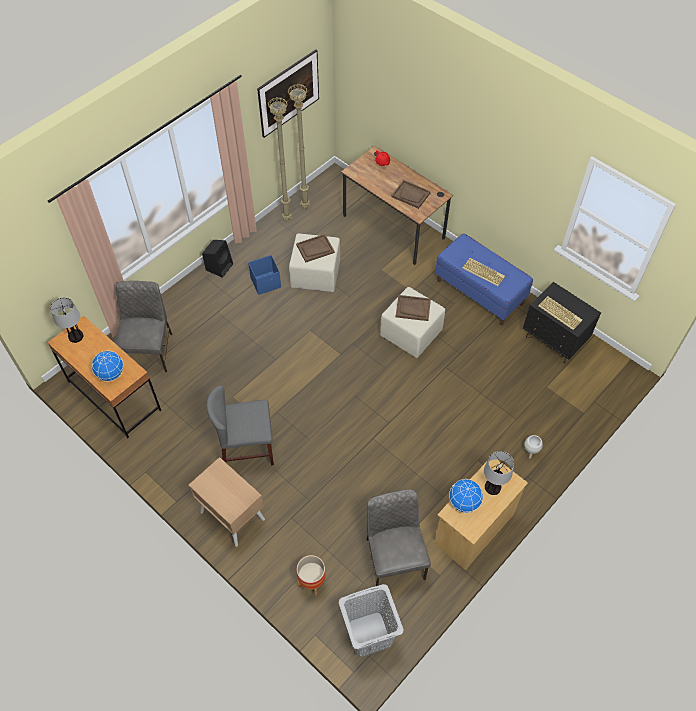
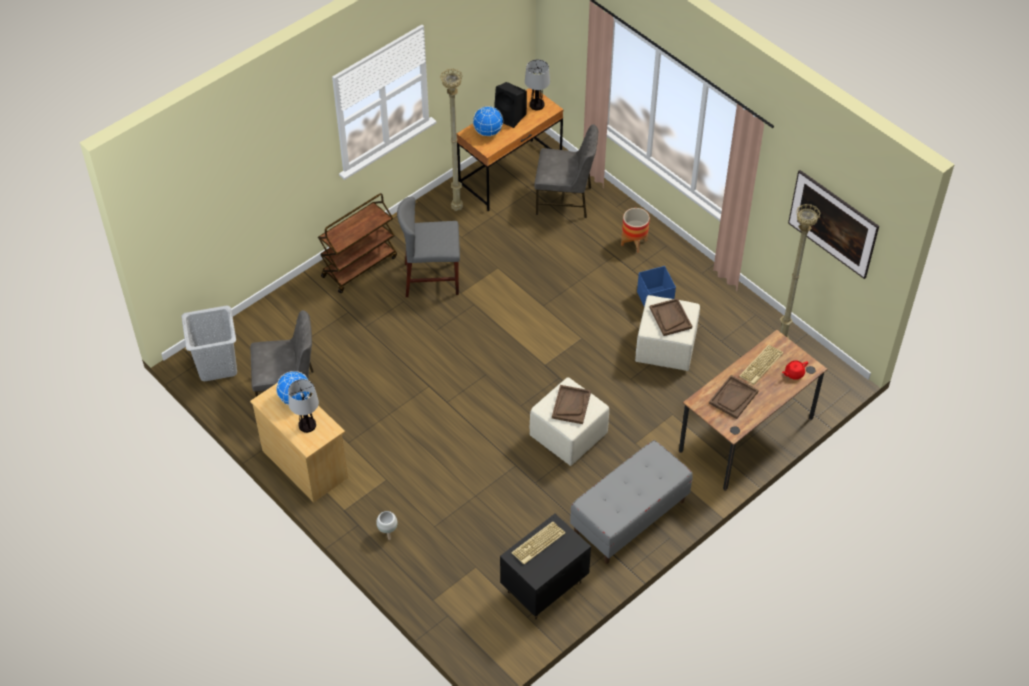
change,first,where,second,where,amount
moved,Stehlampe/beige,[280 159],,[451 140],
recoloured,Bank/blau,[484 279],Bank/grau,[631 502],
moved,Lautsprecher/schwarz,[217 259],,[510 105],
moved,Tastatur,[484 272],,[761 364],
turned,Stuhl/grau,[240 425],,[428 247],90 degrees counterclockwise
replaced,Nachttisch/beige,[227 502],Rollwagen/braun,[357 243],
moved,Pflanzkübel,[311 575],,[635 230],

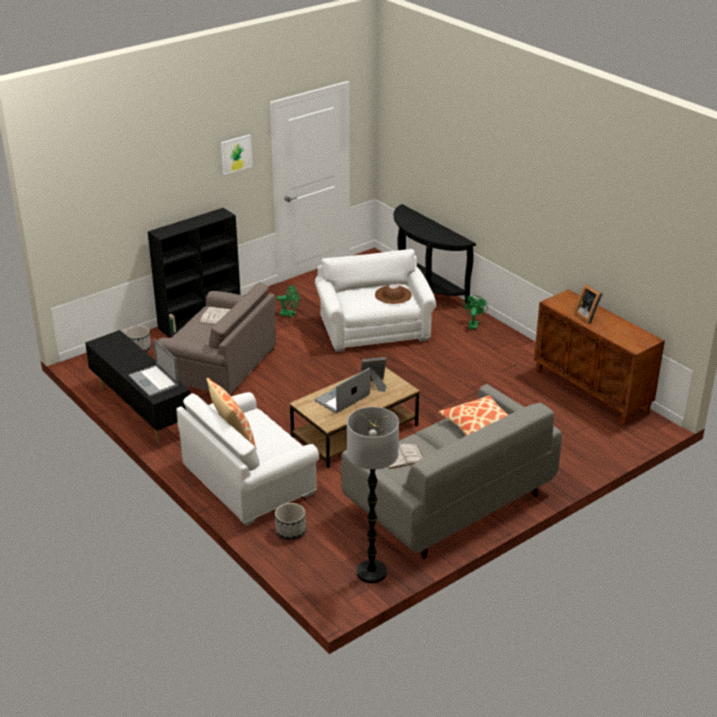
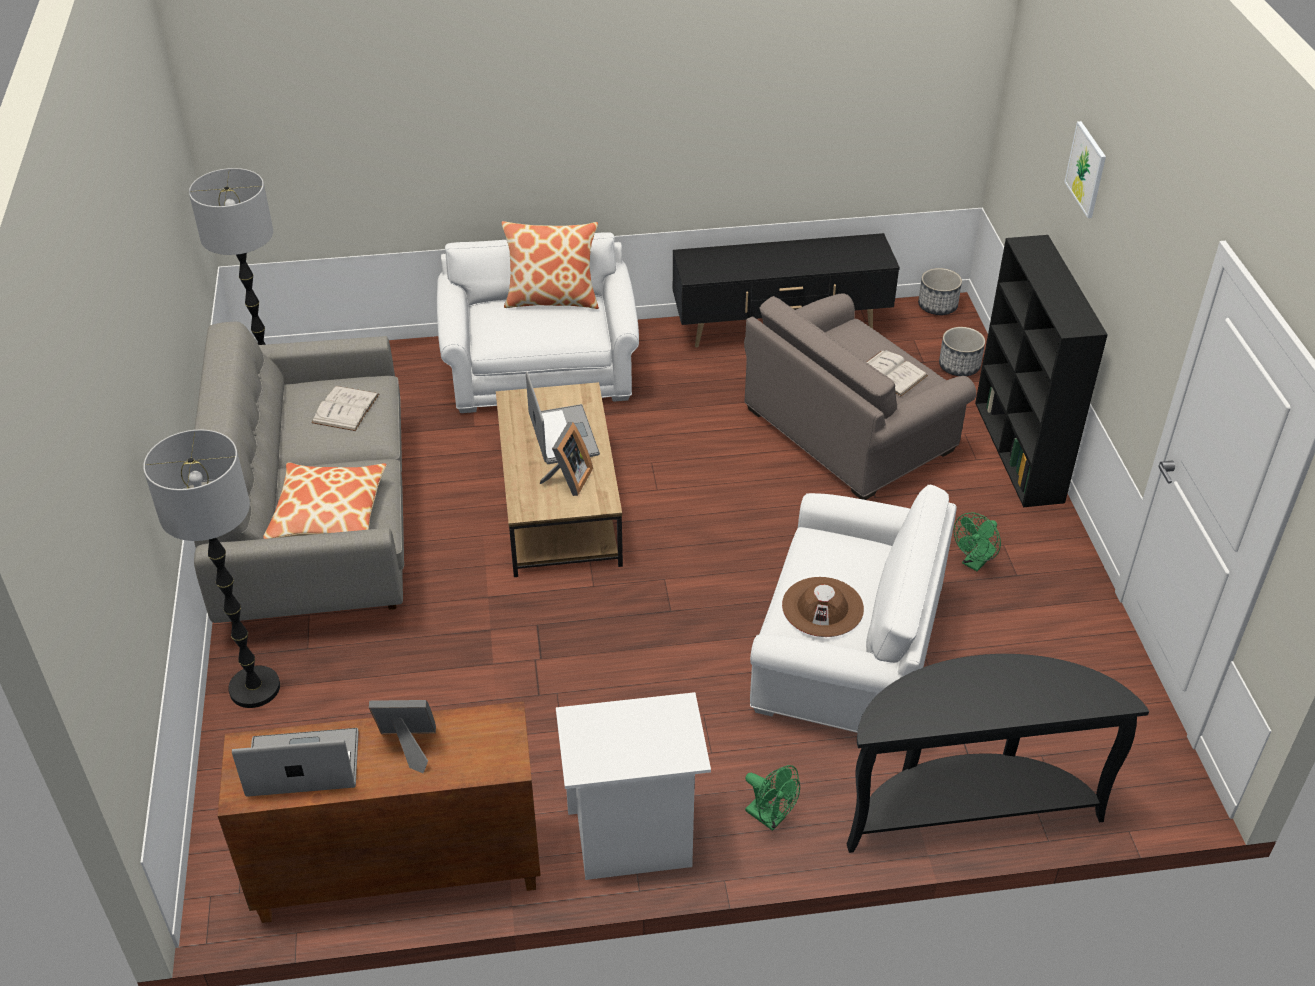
change,first,where,second,where,amount
moved,Bild,[236 154],,[1085 169],
moved,Laptop,[153 368],,[295 762],
moved,Pflanzkübel,[290 521],,[940 291],
added,,,Stehlampe,[211 568],
added,,,Nachttisch/weiß,[633 786],

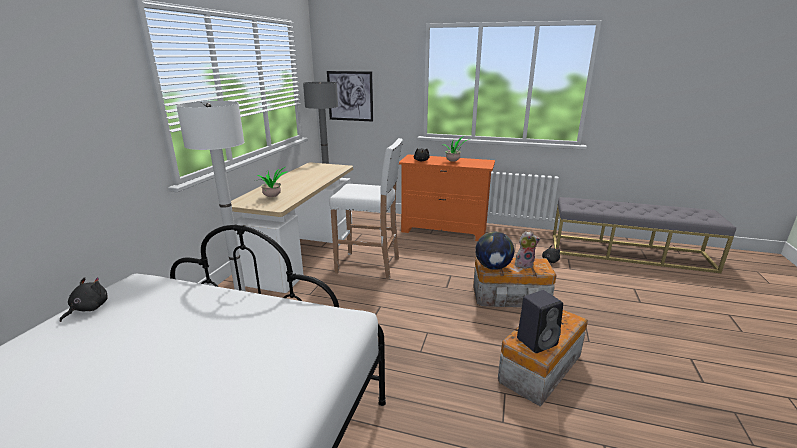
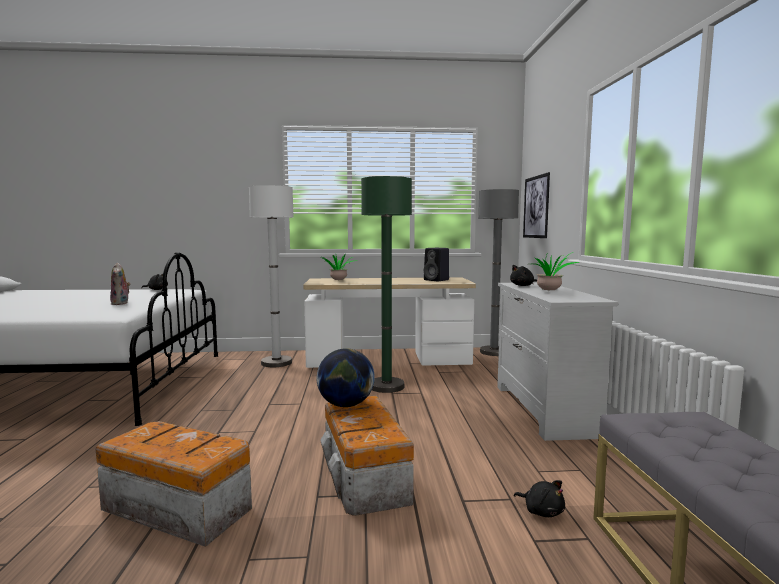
change,first,where,second,where,amount
replaced,Hocker/weiß,[366 208],Stehlampe/grün,[386 284],
recoloured,Kommode/orange,[447 197],Kommode/weiß,[557 362],
moved,Plüschtier,[527 250],,[120 284],
moved,Lautsprecher/schwarz,[540 321],,[436 264],

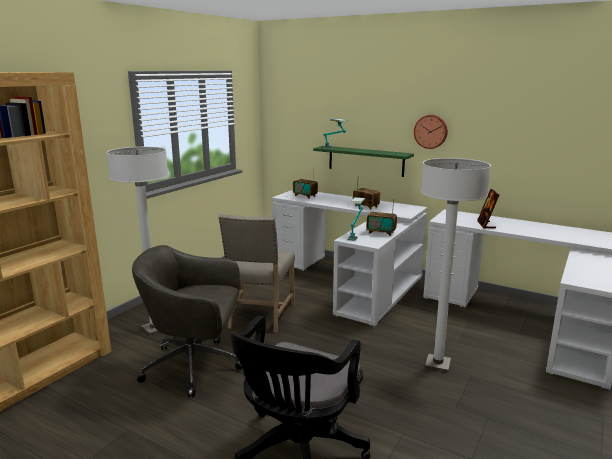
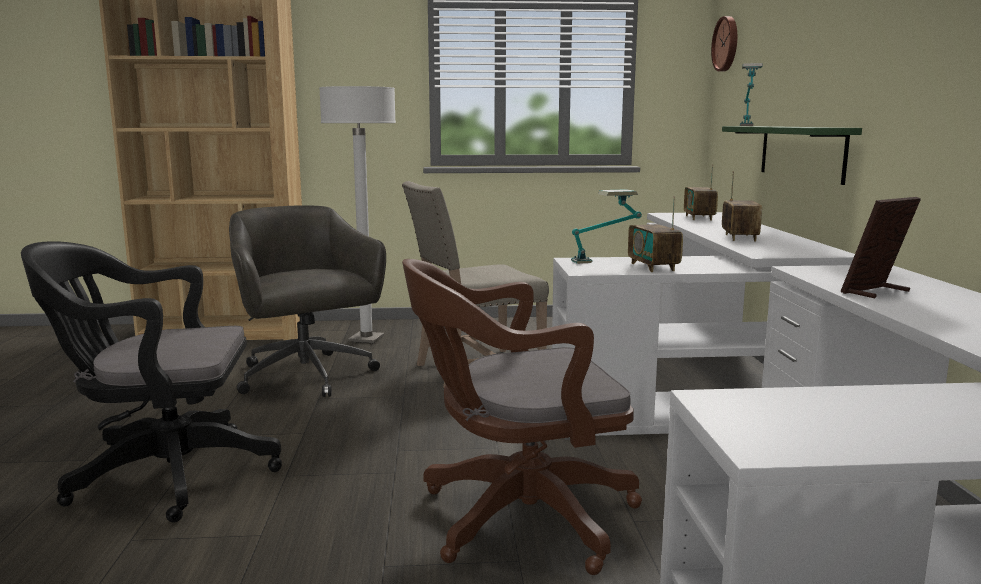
change,first,where,second,where,amount
moved,Wanduhr,[431 132],,[724 43],
replaced,Stehlampe/weiß,[456 265],Bürostuhl/braun,[522 417],

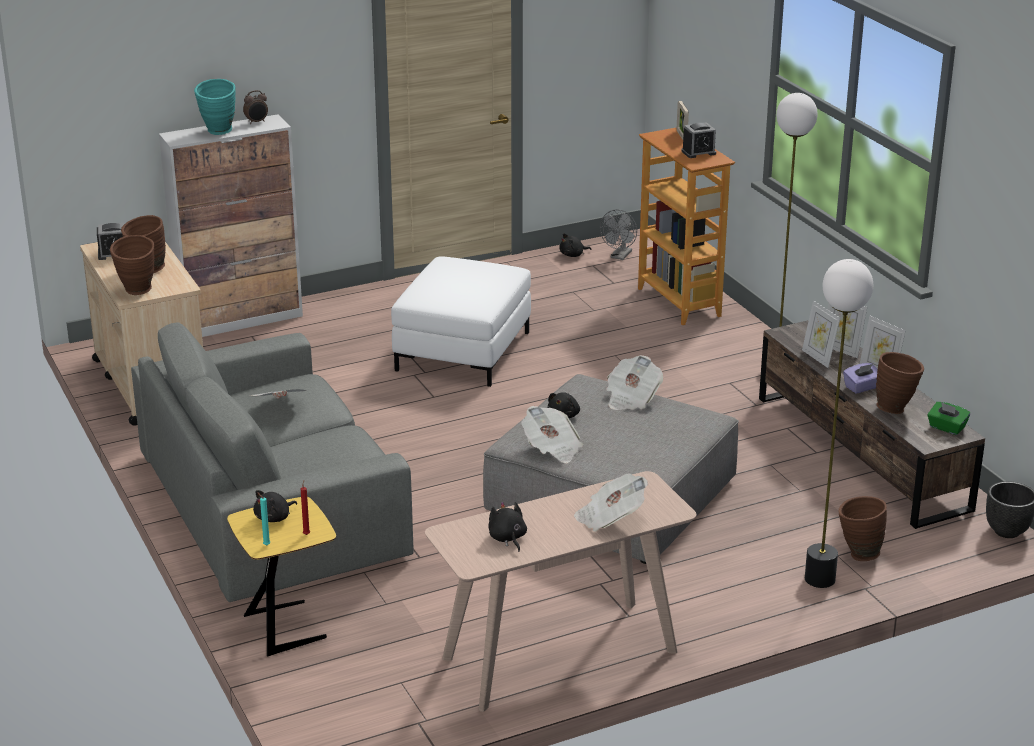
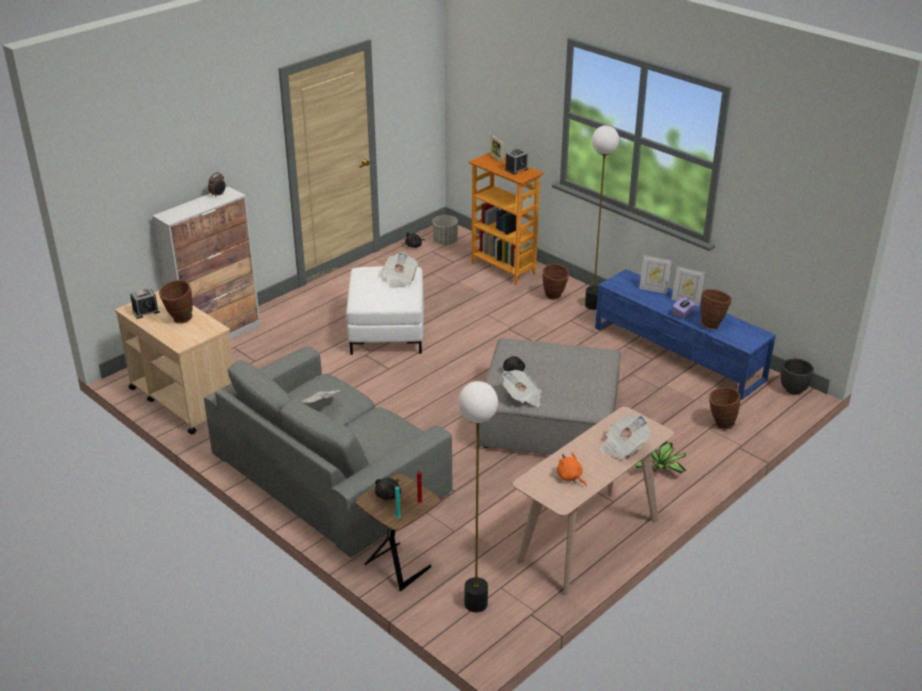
change,first,where,second,where,amount
removed,Vase/türkis,[215 107],,,
replaced,Ventilator/grau,[618 235],Pflanzkübel/grau,[445 230],
moved,Vase/braun,[132 265],,[556 282],
moved,Stehlampe,[839 423],,[478 496],
removed,Bilderrahmen,[821 334],,,
recoloured,Fernsehschrank/braun,[872 424],Fernsehschrank/blau,[685 334],
moved,Zeitung,[635 382],,[400 270],
removed,Taschentuchbox/grün,[948 418],,,
recoloured,Beistelltisch/gelb,[281 576],Beistelltisch/braun,[397 532],
recoloured,Plüschtier/schwarz,[507 527],Plüschtier/orange,[572 469],
added,,,Topfpflanze,[661 457],

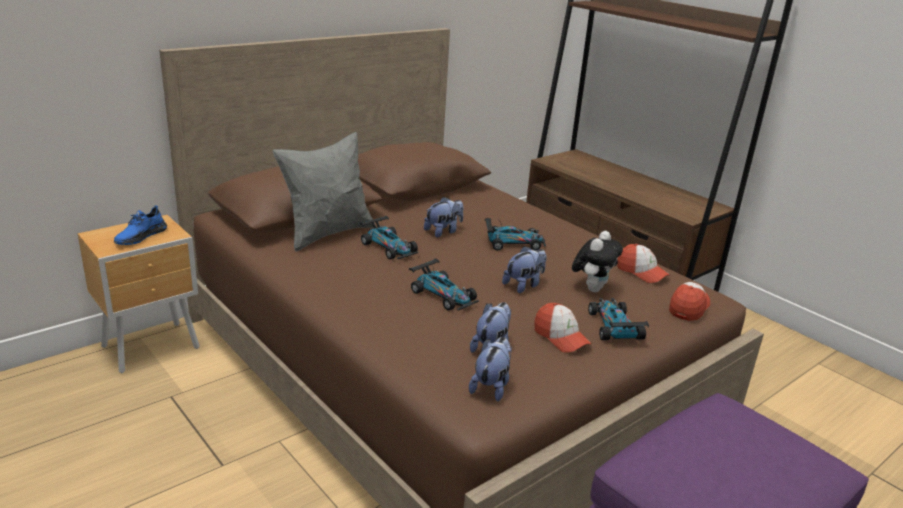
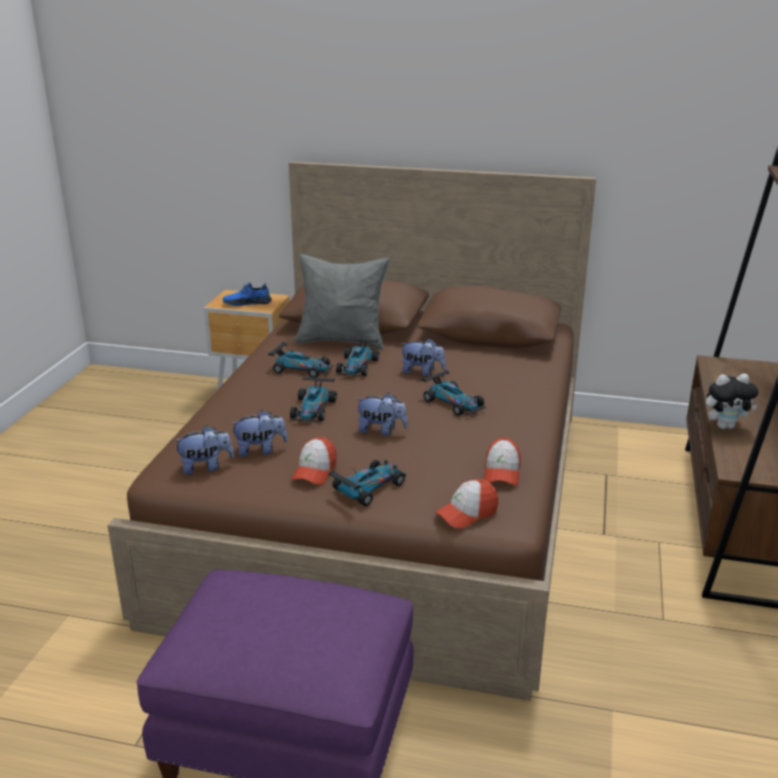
change,first,where,second,where,amount
moved,Plüschtier,[597 261],,[732 401],
turned,Kappe,[689 301],,[467 504],150 degrees clockwise
added,,,Spielzeugauto,[300 360],

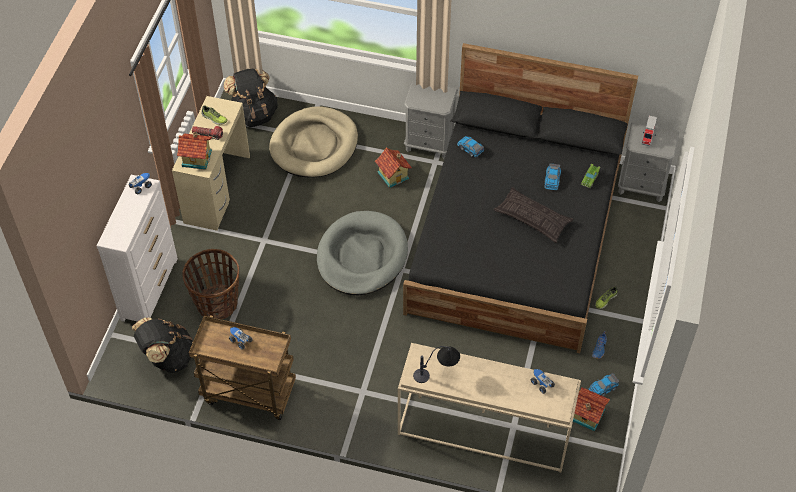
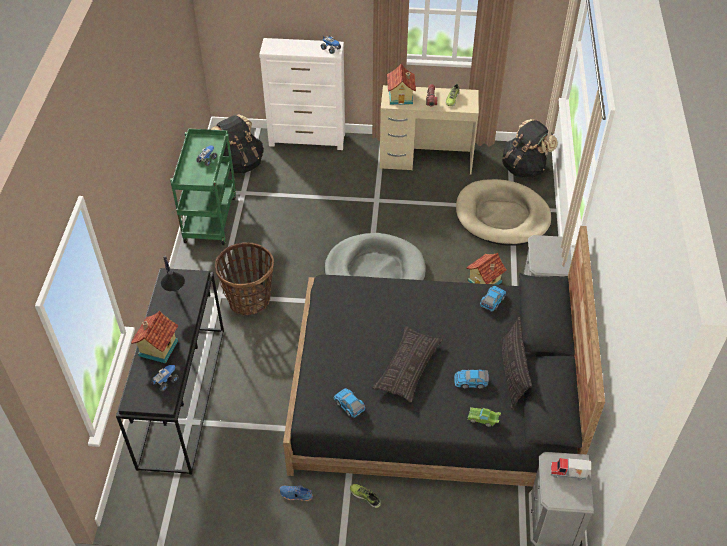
change,first,where,second,where,amount
moved,Korb,[210 284],,[244 278],
recoloured,Rollwagen/braun,[242 367],Rollwagen/grün,[203 186],
recoloured,Konsolentisch/beige,[489 407],Konsolentisch/schwarz,[170 371],
moved,Spielzeugauto,[604 384],,[349 403],
moved,Spielzeughaus,[591 409],,[155 337],
added,,,Kissen,[516 363],

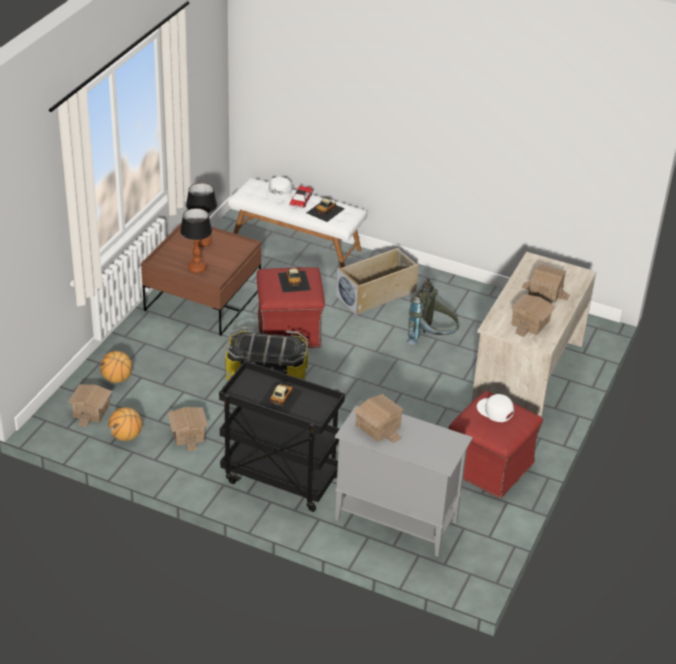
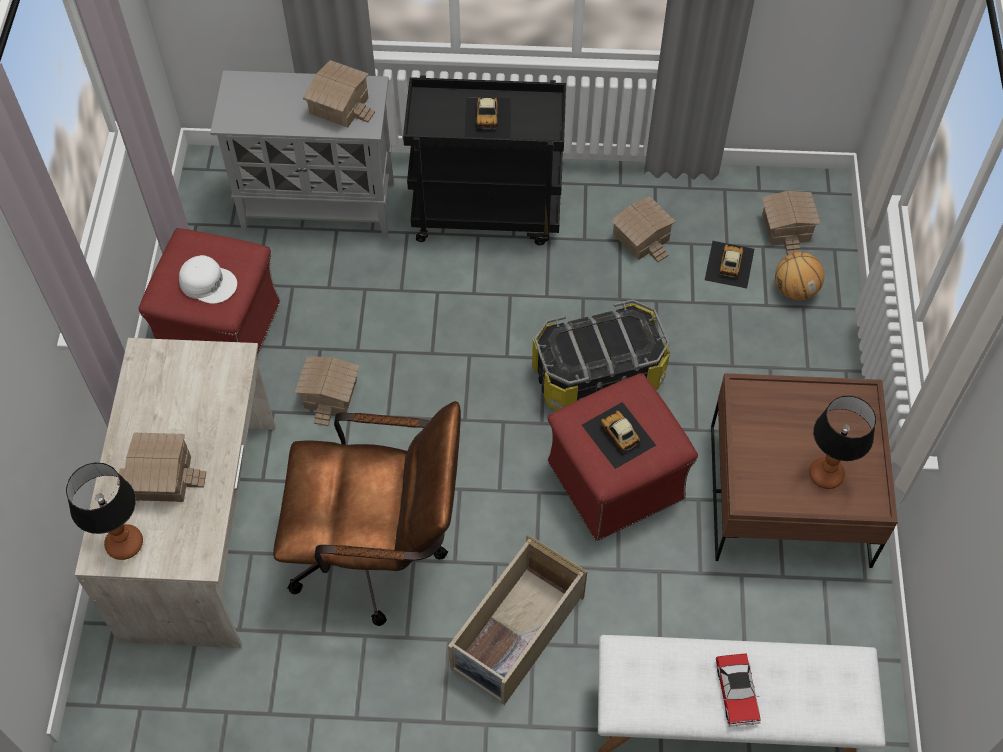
change,first,where,second,where,amount
removed,Kappe/weiß,[279 189],,,
moved,Spielzeugauto,[326 210],,[729 265],
moved,Tischlampe,[196 240],,[104 511],
replaced,Rucksack/grau,[433 312],Bürostuhl/braun,[367 513],
moved,Spielzeughaus,[533 315],,[327 391],
removed,Basketball,[125 424],,,

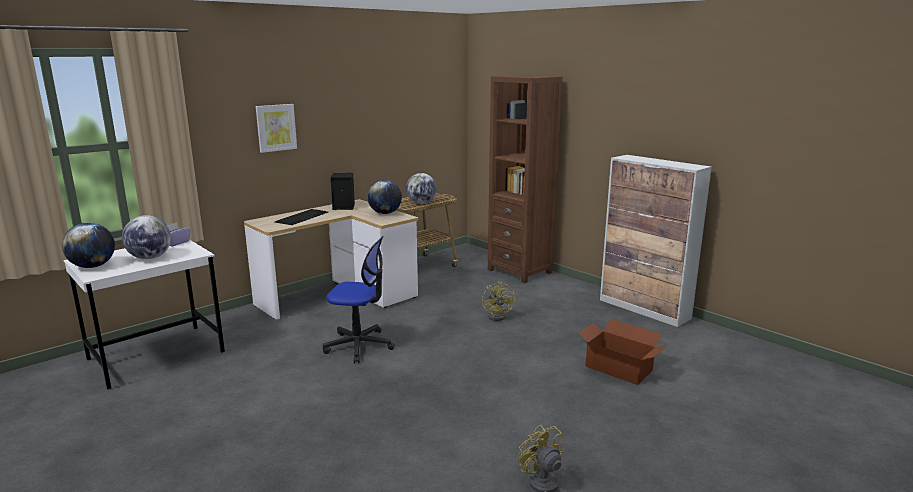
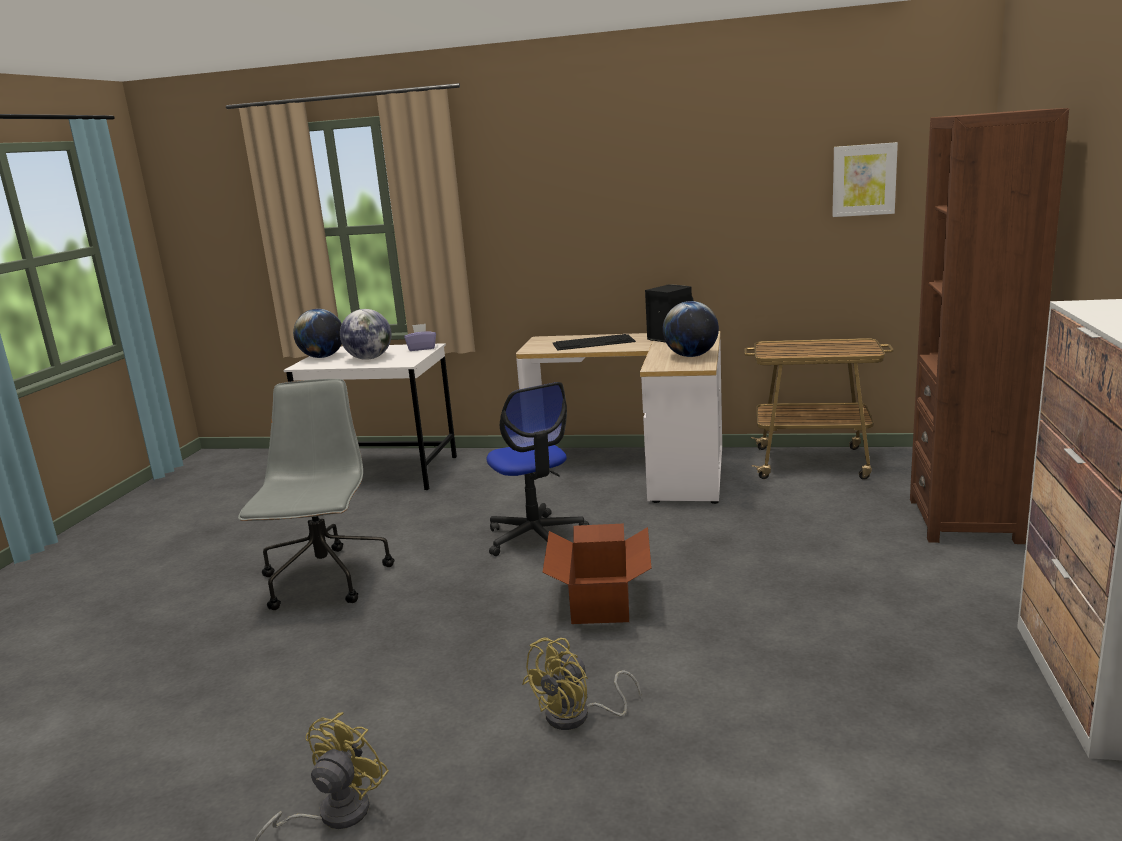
change,first,where,second,where,amount
moved,Bild,[276 128],,[865 179],
removed,Globus,[421 188],,,
moved,Ventilator/gelb,[498 301],,[581 683],
moved,Karton,[622 352],,[597 574],
added,,,Bürostuhl/grau,[316 494],

